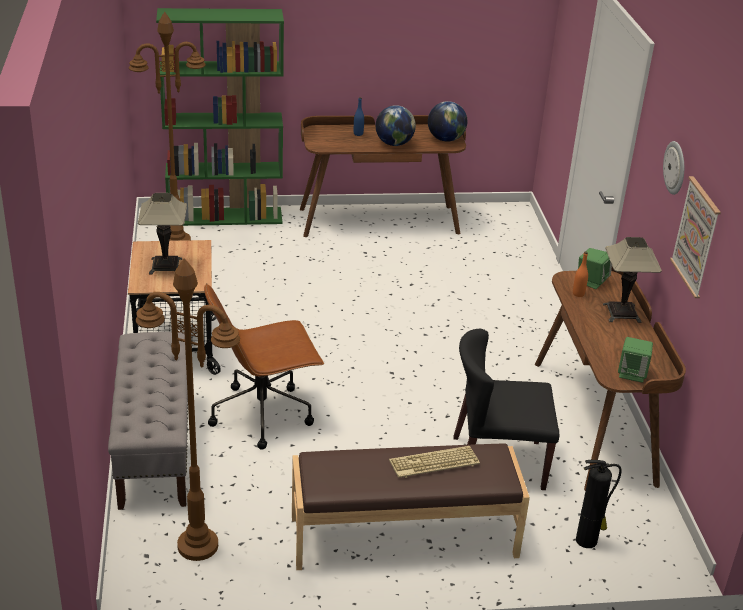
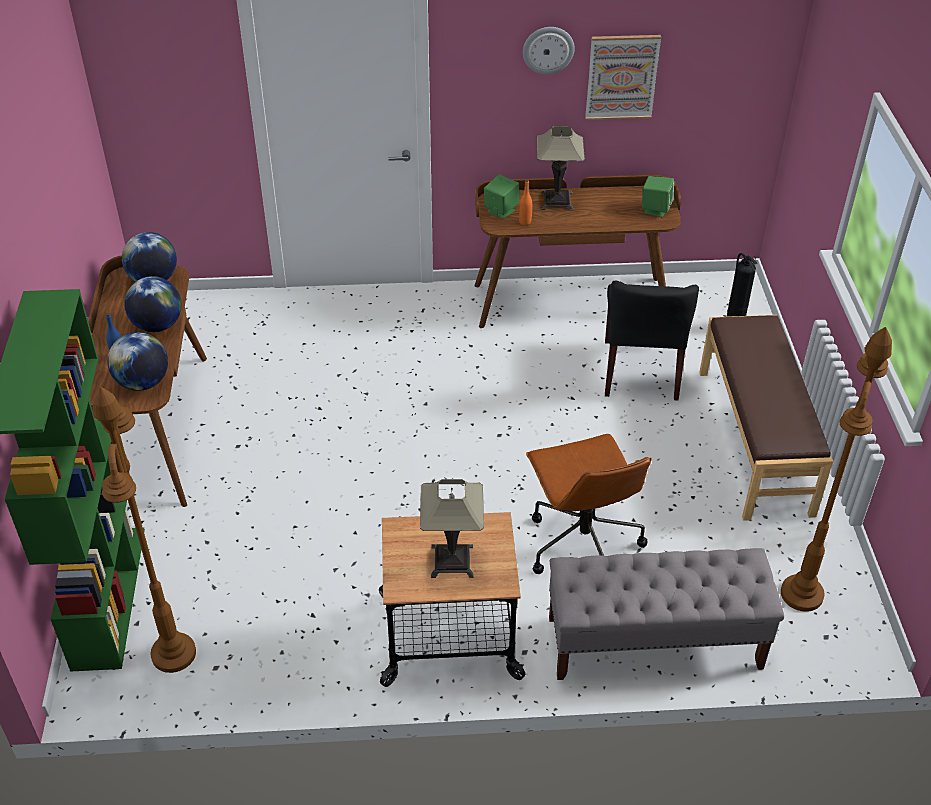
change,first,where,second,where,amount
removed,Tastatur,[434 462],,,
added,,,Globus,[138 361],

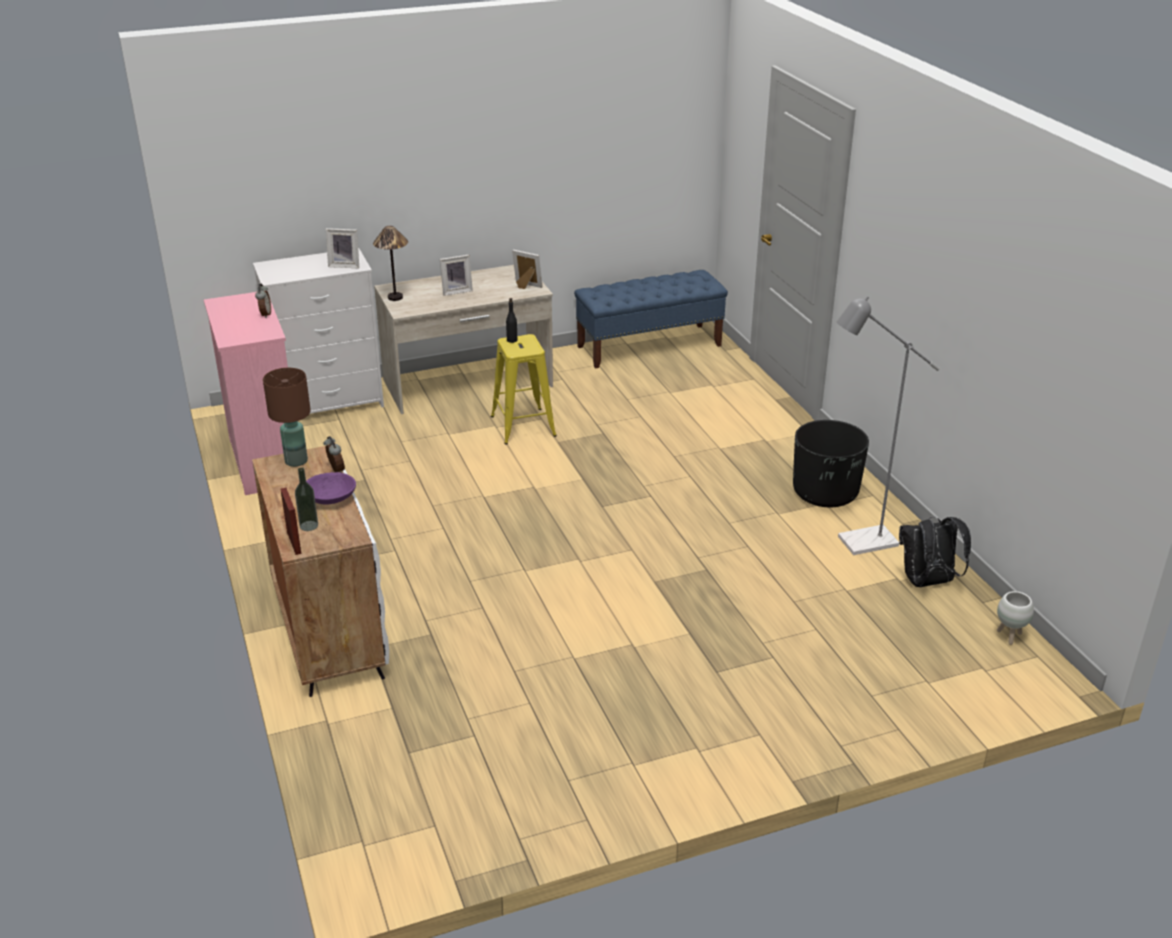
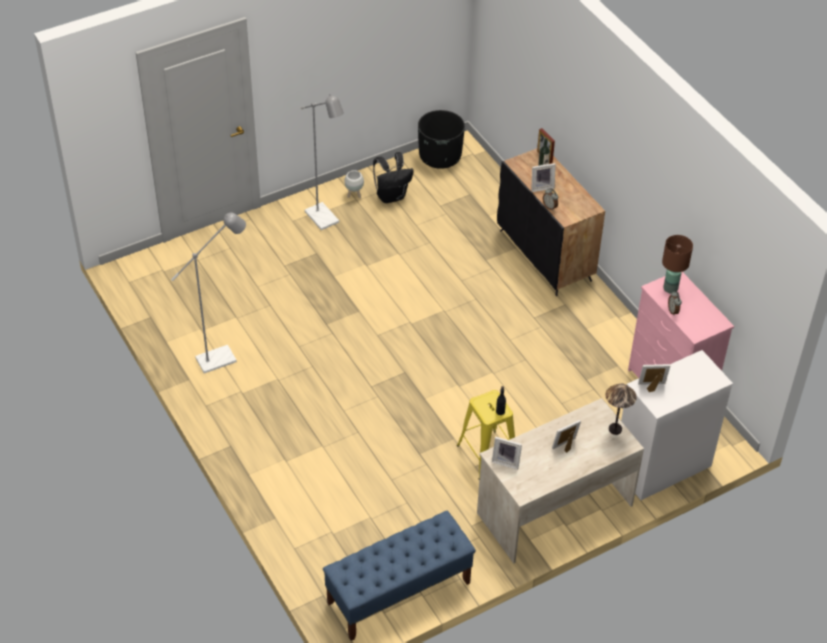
change,first,where,second,where,amount
moved,Tischlampe/braun,[287 417],,[677 264],
moved,Pflanzkübel/schwarz,[831 463],,[441 139],
recoloured,Schrank/weiß,[320 571],Schrank/schwarz,[551 222],
replaced,Schüssel/lila,[331 488],Bilderrahmen,[543 177],
moved,Rucksack/schwarz,[935 552],,[393 177],
moved,Pflanzkübel/weiß,[1015 618],,[354 184],
added,,,Stehlampe/grau,[322 162],

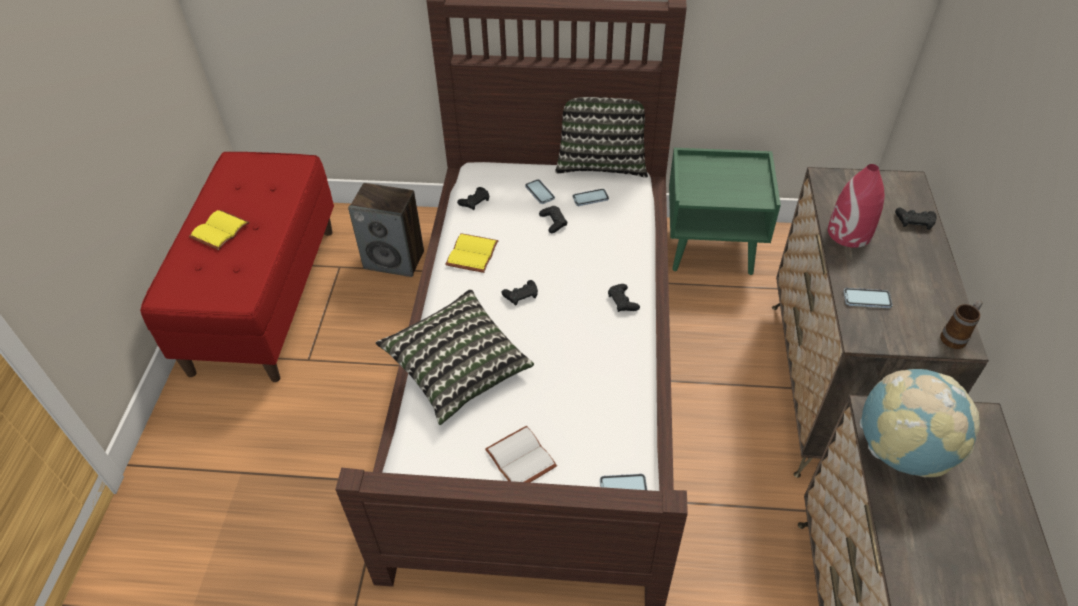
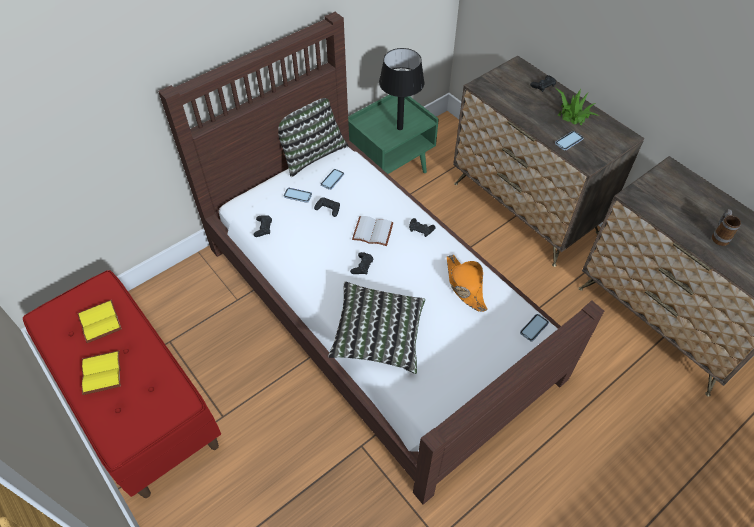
change,first,where,second,where,amount
removed,Vase/rot,[856 206],,,
removed,Lautsprecher,[386 230],,,
moved,Buch/gelb,[472 253],,[100 321],
moved,Henkelbecher,[961 324],,[726 227],
removed,Globus,[920 423],,,
moved,Buch/weiß,[521 454],,[373 231],
added,,,Tischlampe/schwarz,[402 89],
added,,,Topfpflanze,[577 106],
added,,,Hut/orange,[467 283],

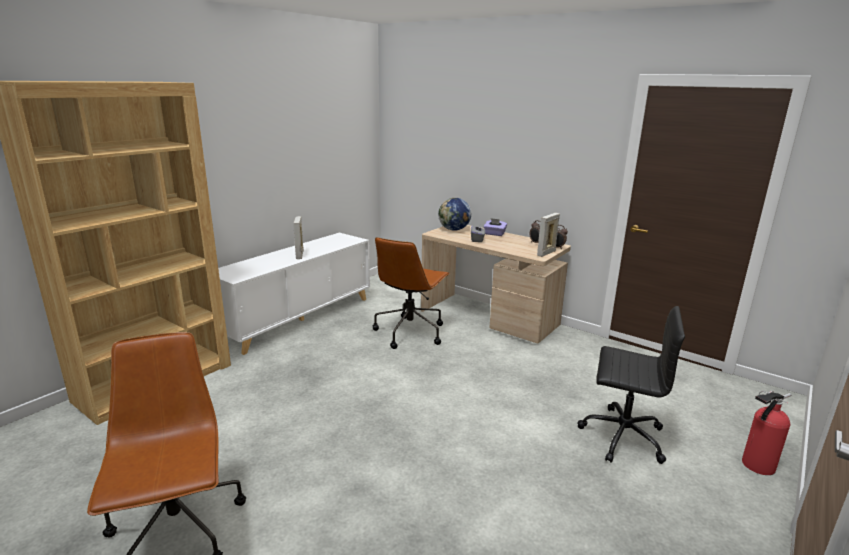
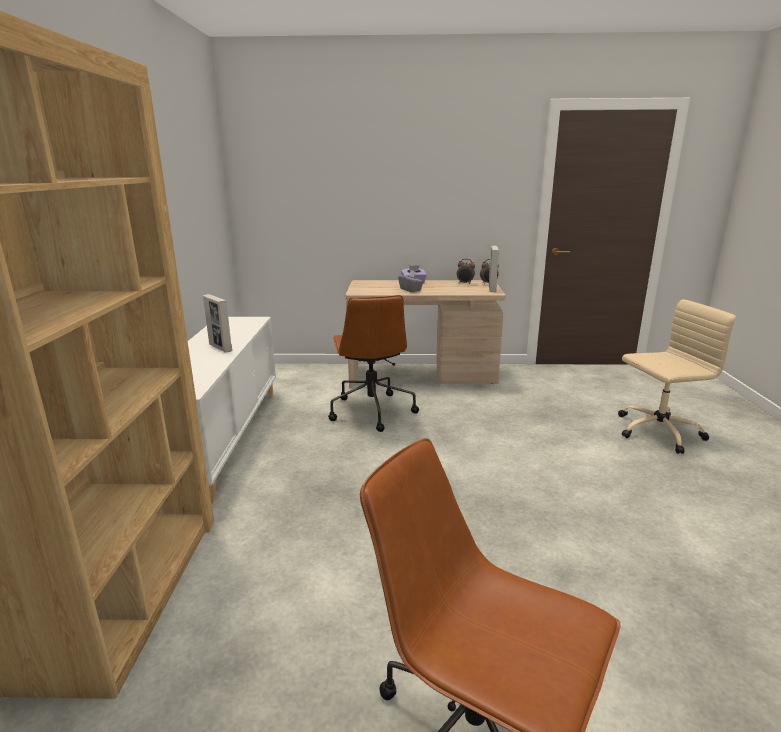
change,first,where,second,where,amount
removed,Globus,[454 214],,,
recoloured,Bürostuhl/schwarz,[631 385],Bürostuhl/beige,[677 376],
removed,Feuerlöscher,[766 433],,,

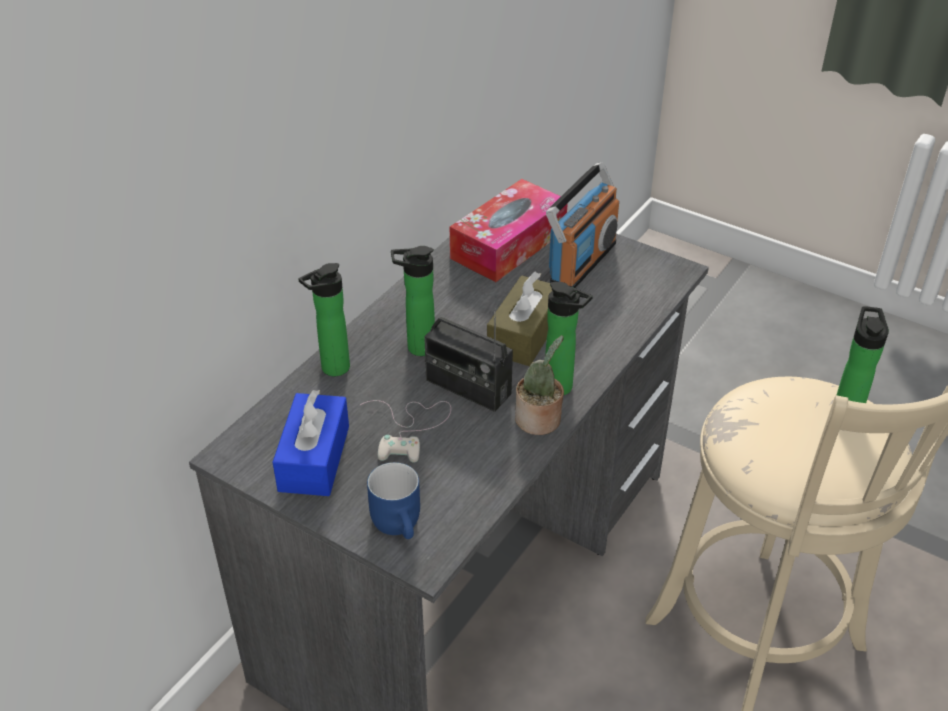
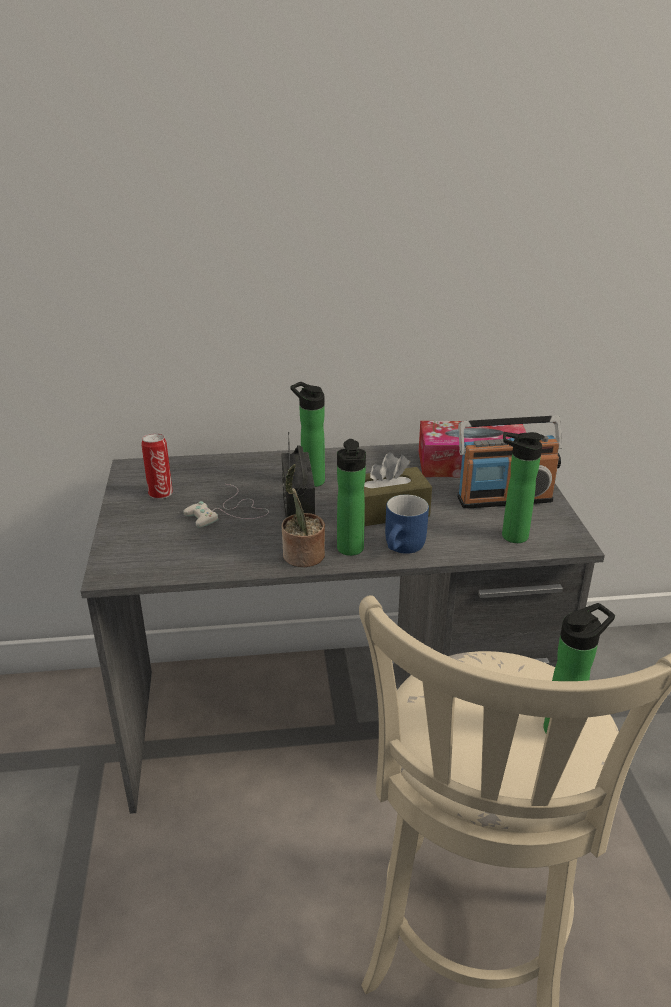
change,first,where,second,where,amount
moved,Flasche,[324 319],,[523 487],
replaced,Taschentuchbox/blau,[311 443],Dose,[157 466],
moved,Henkelbecher/blau,[393 500],,[407 524],

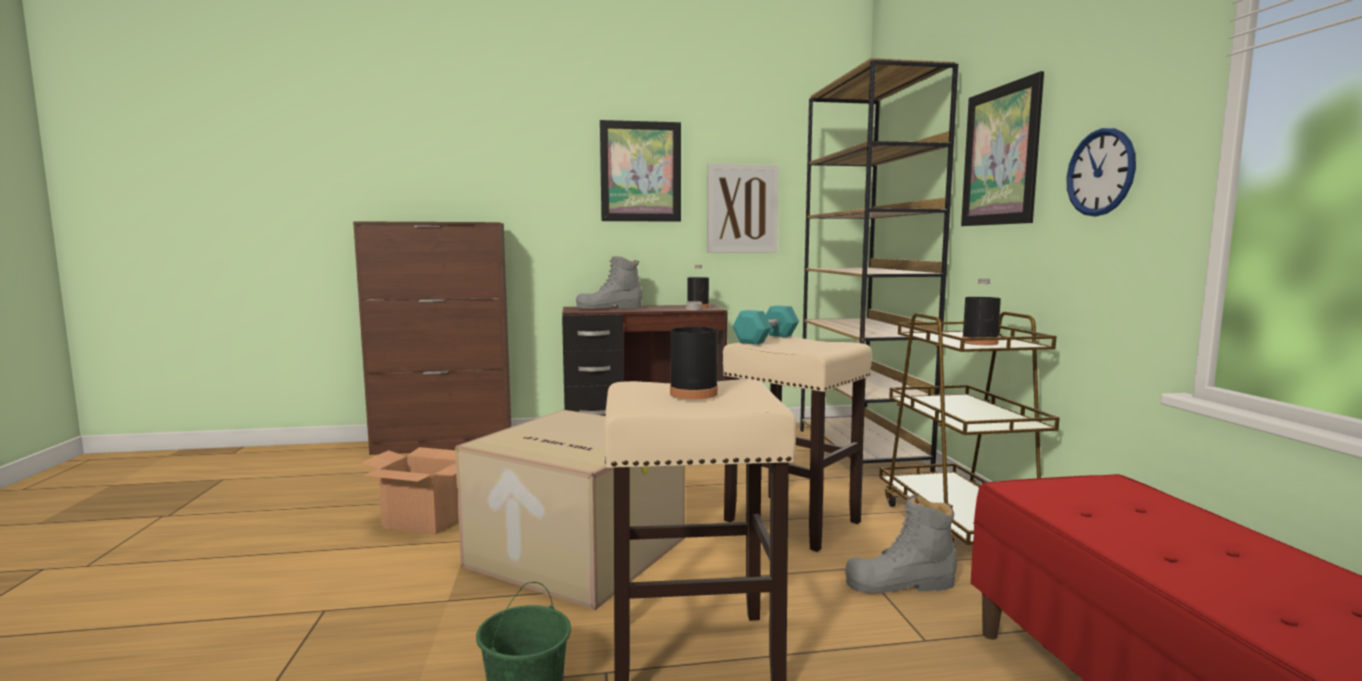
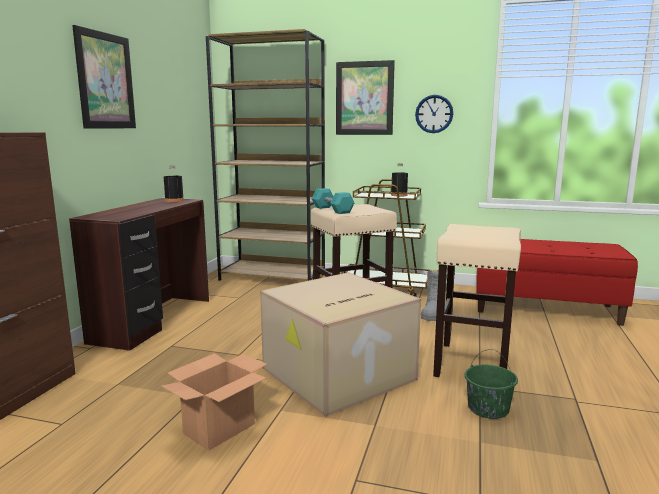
change,first,where,second,where,amount
removed,Bild,[743 208],,,
removed,Stiefel/grau,[609 282],,,
removed,Flasche/schwarz,[694 350],,,

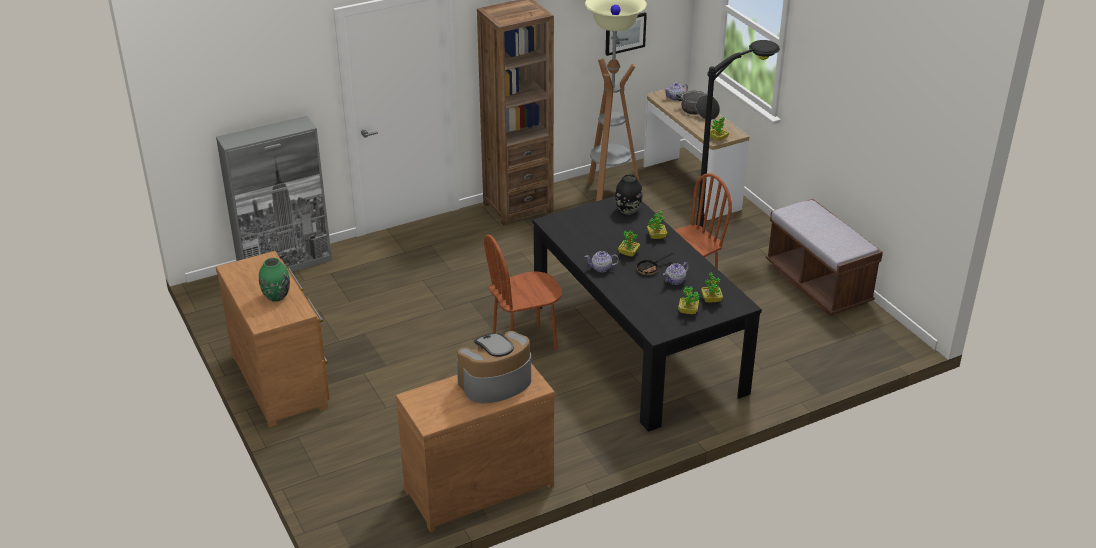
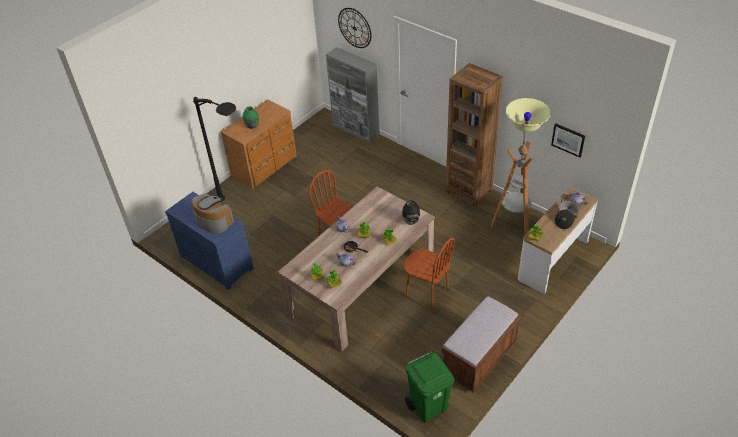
change,first,where,second,where,amount
moved,Stehlampe/schwarz,[738 133],,[214 149],
recoloured,Esstisch/schwarz,[647 314],Esstisch/beige,[356 269],
recoloured,Kommode/braun,[475 447],Kommode/blau,[209 241],
added,,,Wanduhr,[354 28],
added,,,Mülleimer/grün,[429 386],

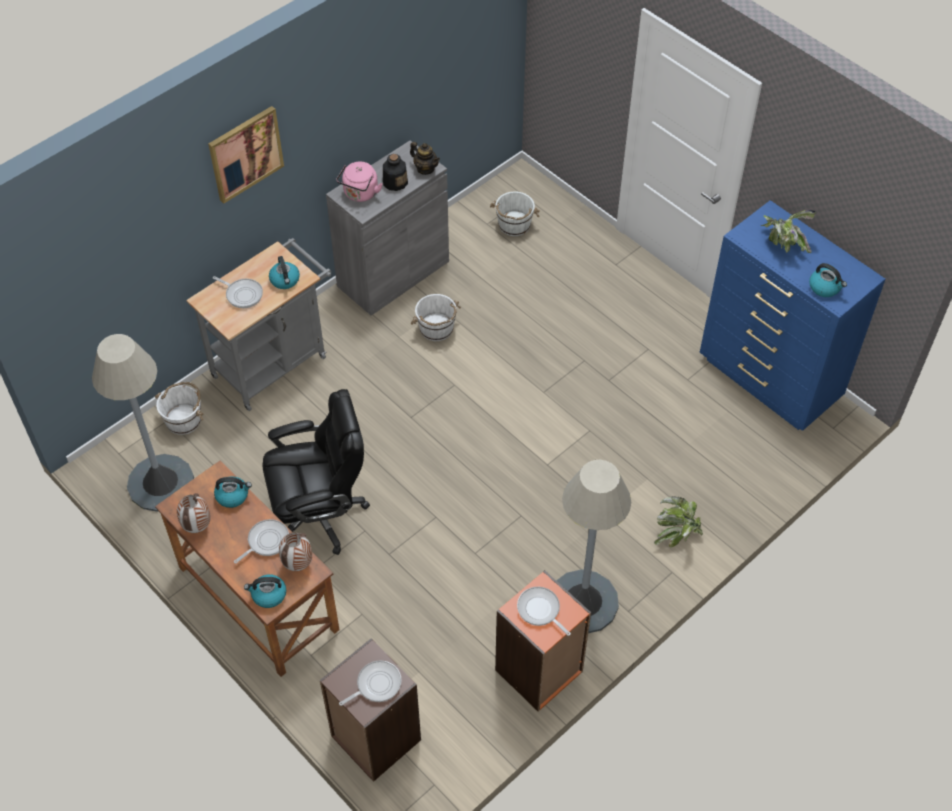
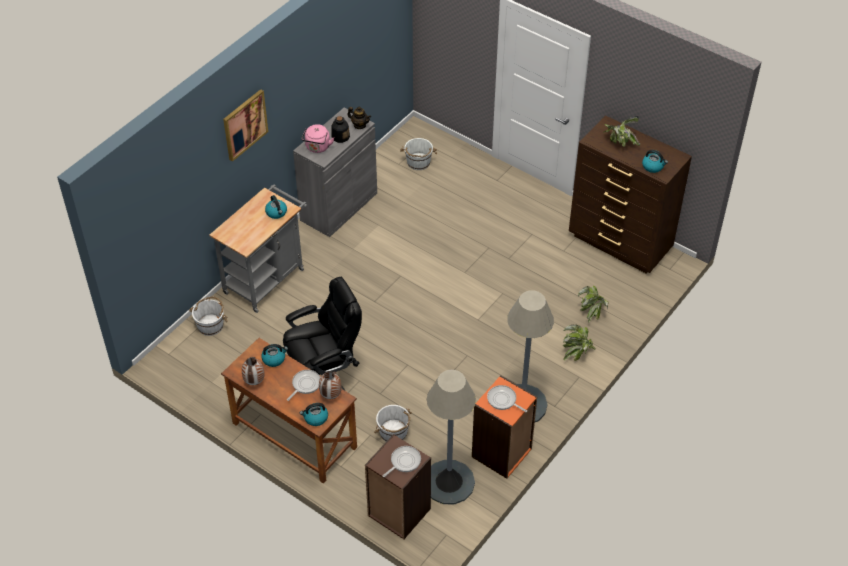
change,first,where,second,where,amount
recoloured,Kommode/blau,[793 315],Kommode/braun,[630 194],
removed,Pfanne,[238 292],,,
moved,Eimer/weiß,[436 317],,[393 423],
moved,Stehlampe/grau,[143 423],,[451 437],
added,,,Topfpflanze,[593 304],

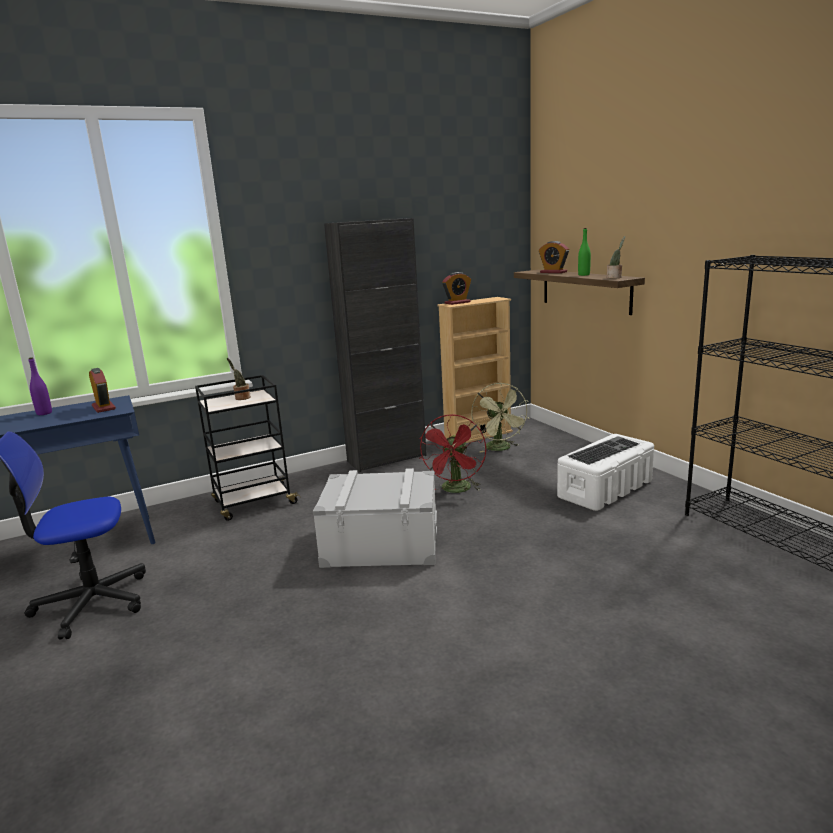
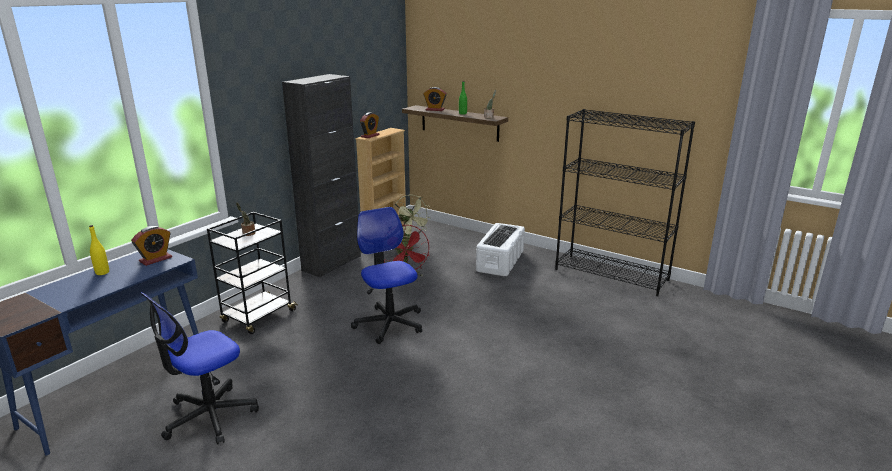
change,first,where,second,where,amount
recoloured,Flasche/lila,[40 386],Flasche/gelb,[99 250],
turned,Wecker,[102 390],,[151 246],105 degrees clockwise
replaced,Aufbewahrungsbox/grau,[375 518],Bürostuhl,[386 275],

